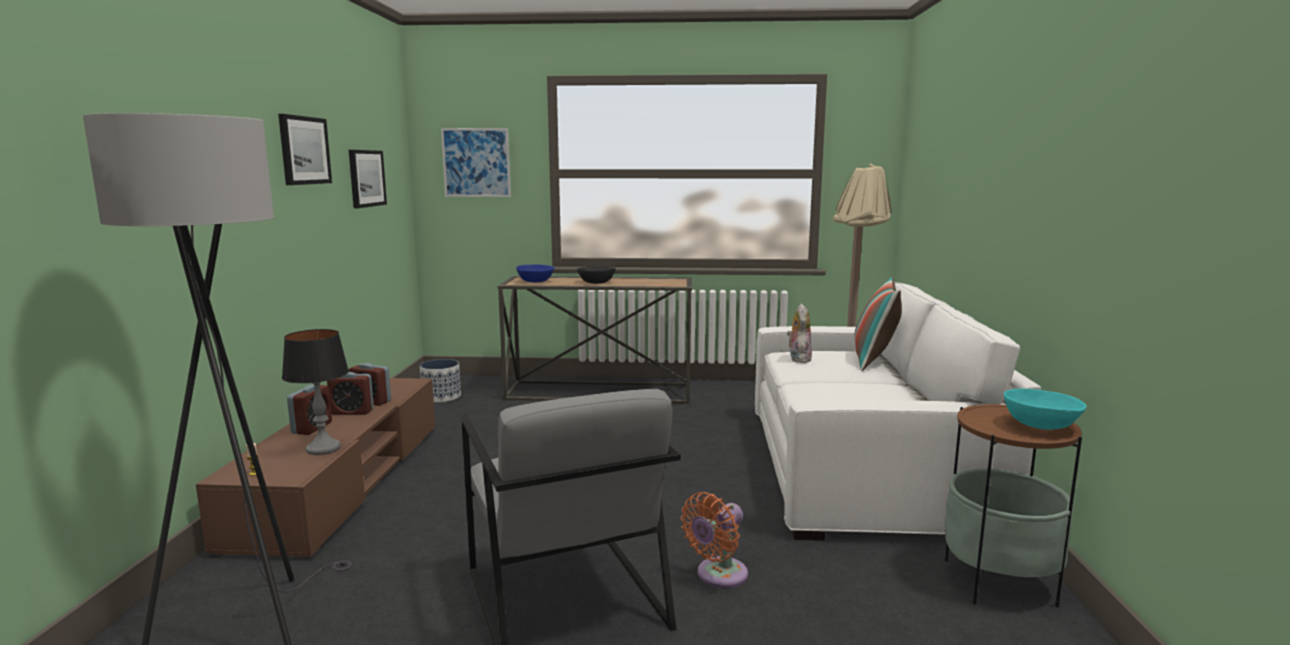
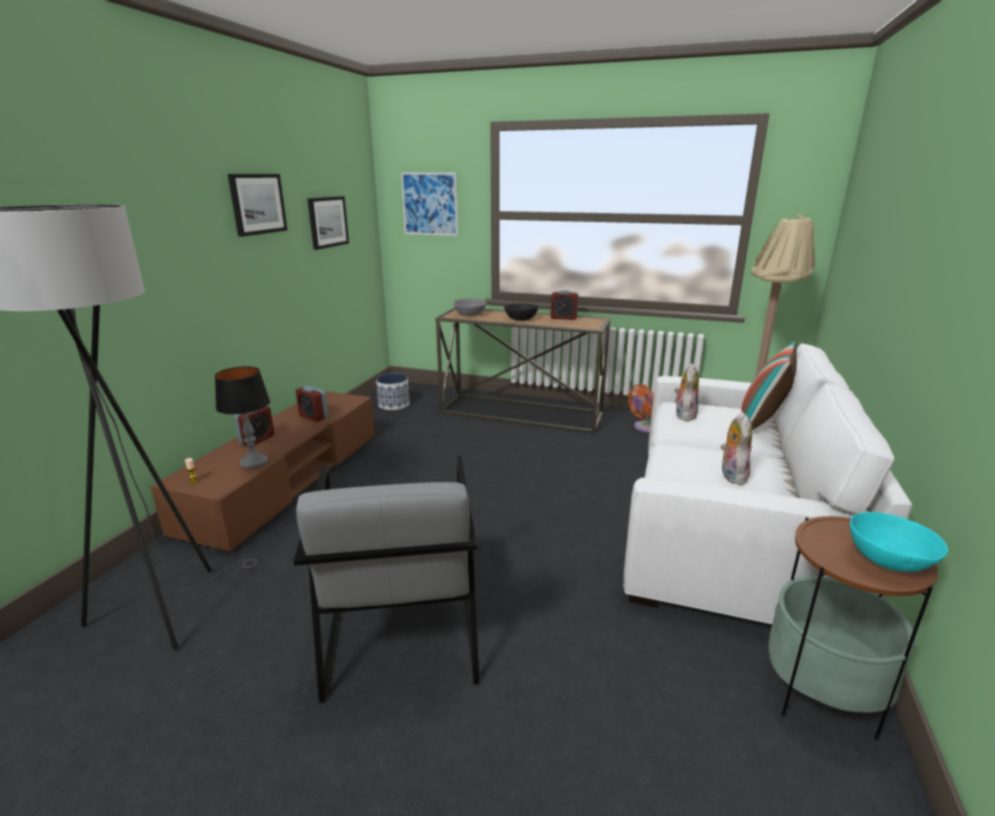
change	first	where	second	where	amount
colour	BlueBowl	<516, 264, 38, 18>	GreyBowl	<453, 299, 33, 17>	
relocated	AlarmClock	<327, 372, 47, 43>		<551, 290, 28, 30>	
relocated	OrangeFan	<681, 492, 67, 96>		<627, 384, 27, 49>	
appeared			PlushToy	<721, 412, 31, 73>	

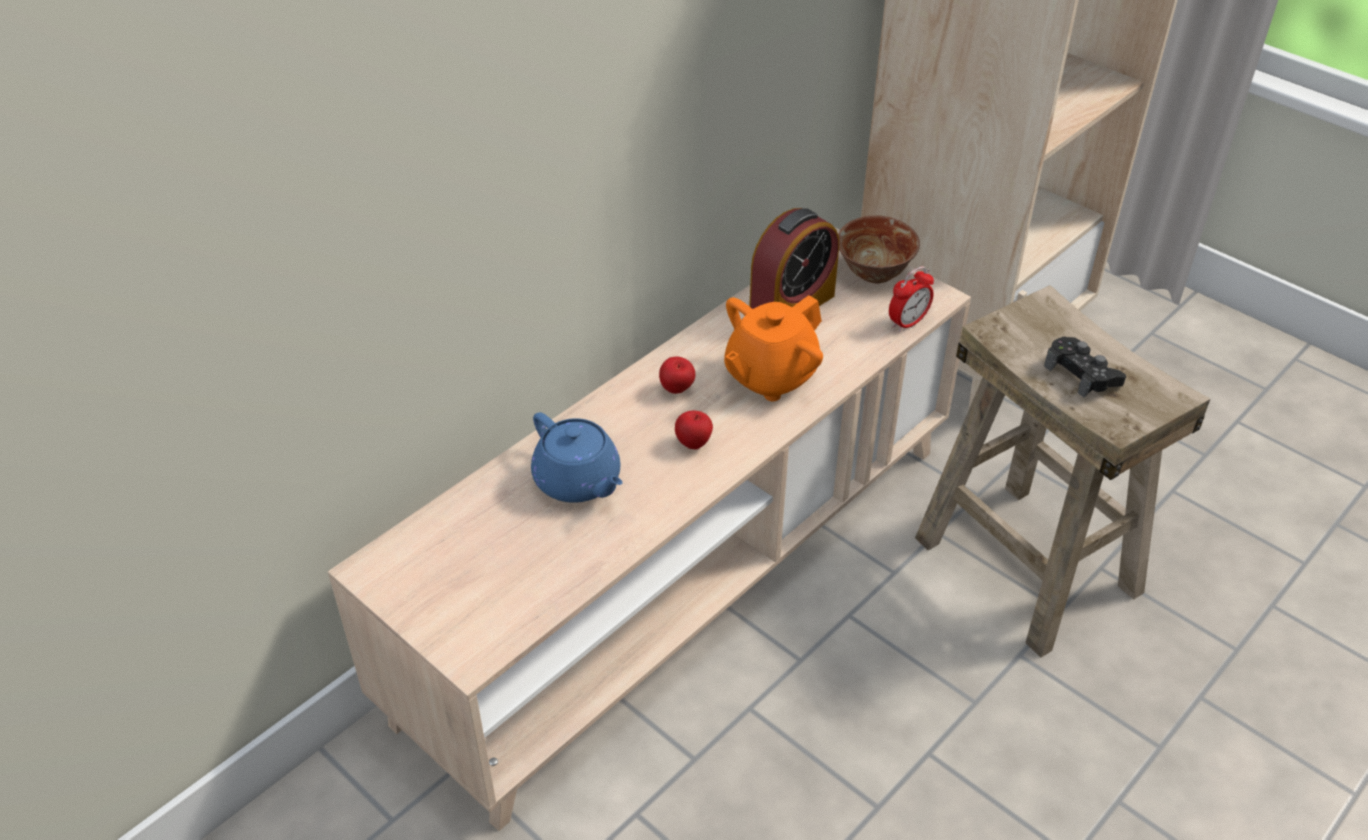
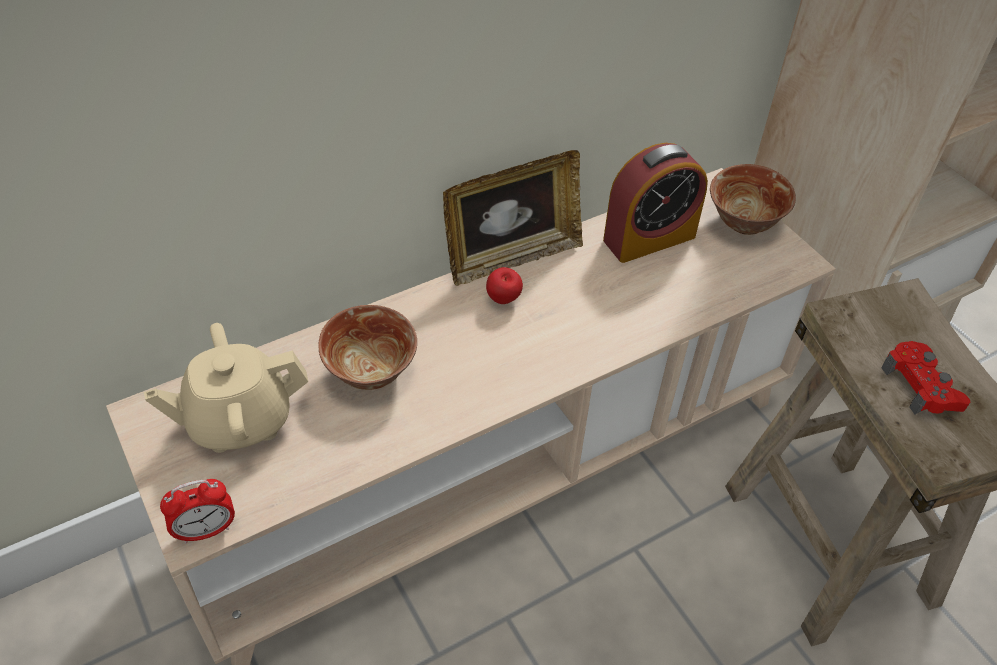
change	first	where	second	where	amount
appeared			BeigeTeapot	<144, 323, 164, 130>	
relocated	AlarmClock	<889, 266, 45, 66>		<160, 479, 75, 64>	
exchanged	BlueTeapot	<531, 412, 92, 91>	Bowl	<319, 305, 98, 85>	
appeared			PictureFrame	<443, 150, 140, 136>	
colour	BlackGameController	<1044, 336, 82, 62>	RedGameController	<881, 341, 89, 74>	
missing	Apple	<675, 411, 38, 38>			
missing	OrangeTeapot	<724, 295, 99, 106>			

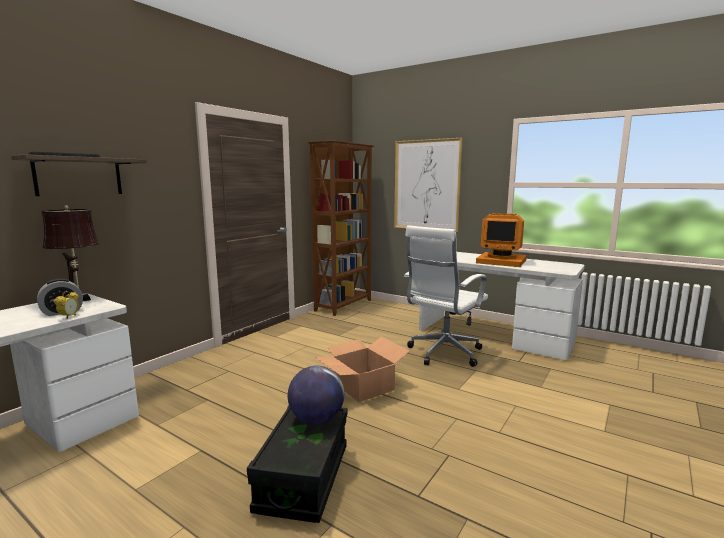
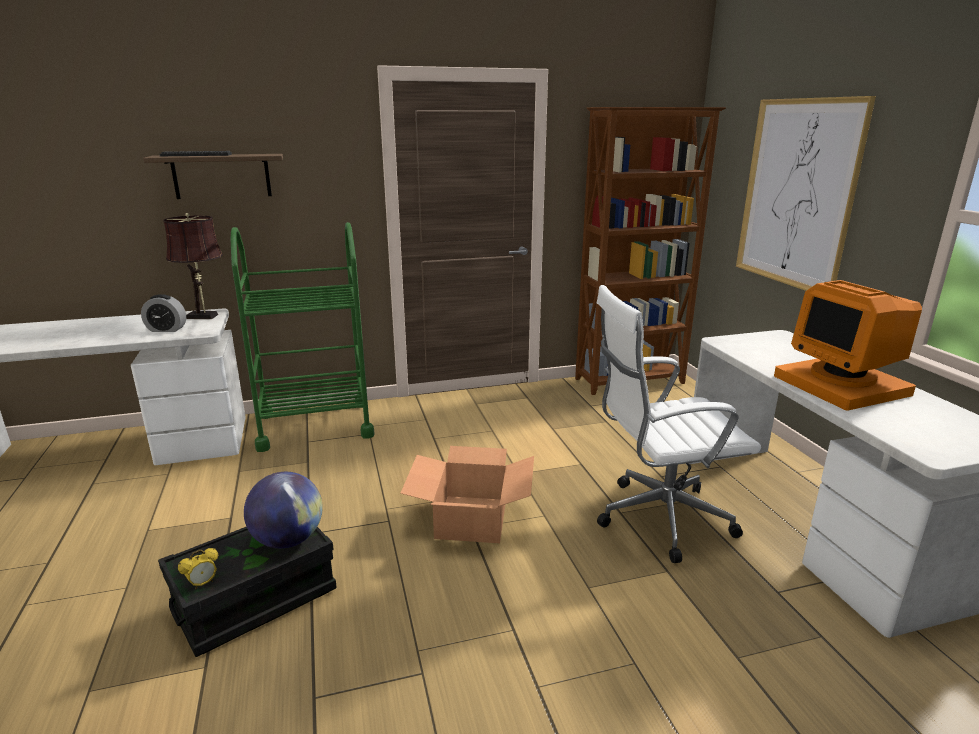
change	first	where	second	where	amount
relocated	AlarmClock	<54, 291, 25, 28>		<178, 548, 40, 41>	
appeared			GreenCart	<231, 222, 144, 230>	

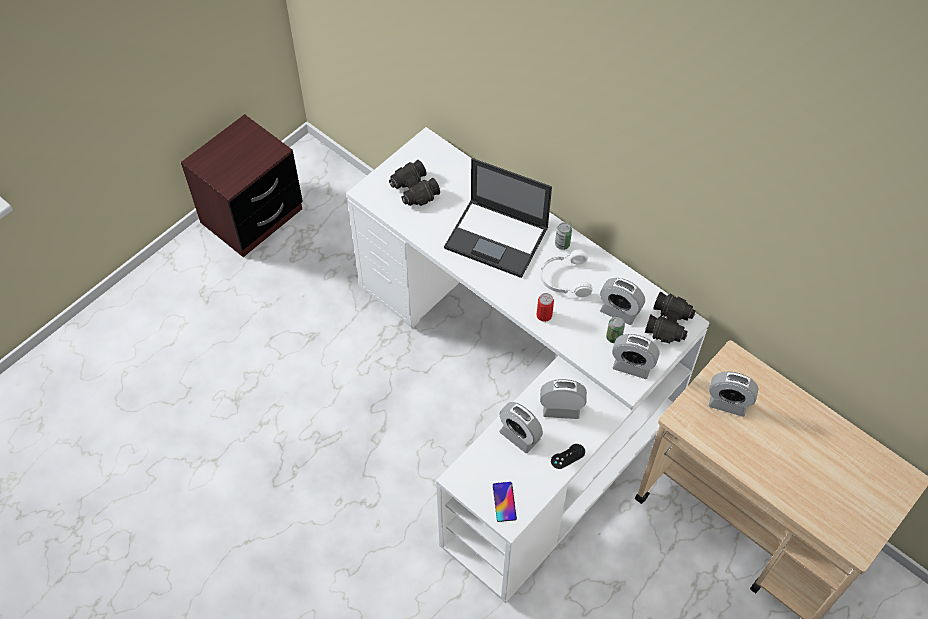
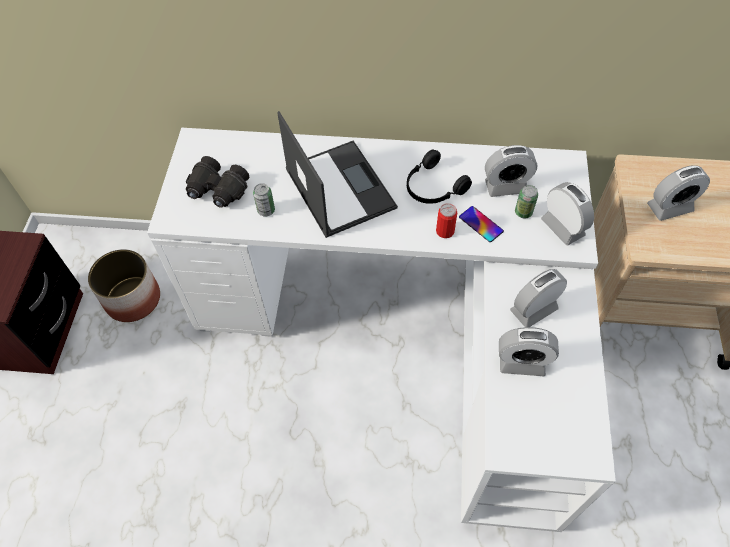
change	first	where	second	where	amount
appeared			Planter	<88, 249, 72, 73>	
relocated	Can	<555, 223, 17, 27>		<253, 183, 22, 34>	
spun	Laptop	<444, 158, 108, 120>		<277, 111, 121, 127>	105 degrees counterclockwise
colour	WhiteHeadphones	<540, 249, 53, 48>	BlackHeadphones	<407, 150, 65, 54>	
relocated	Phone	<493, 482, 24, 40>		<459, 206, 45, 36>	
spun	AlarmClock	<612, 334, 48, 45>		<541, 182, 53, 63>	105 degrees counterclockwise
missing	BlackGameController	<551, 444, 34, 25>			
missing	BlackBinoculars	<645, 292, 51, 51>			

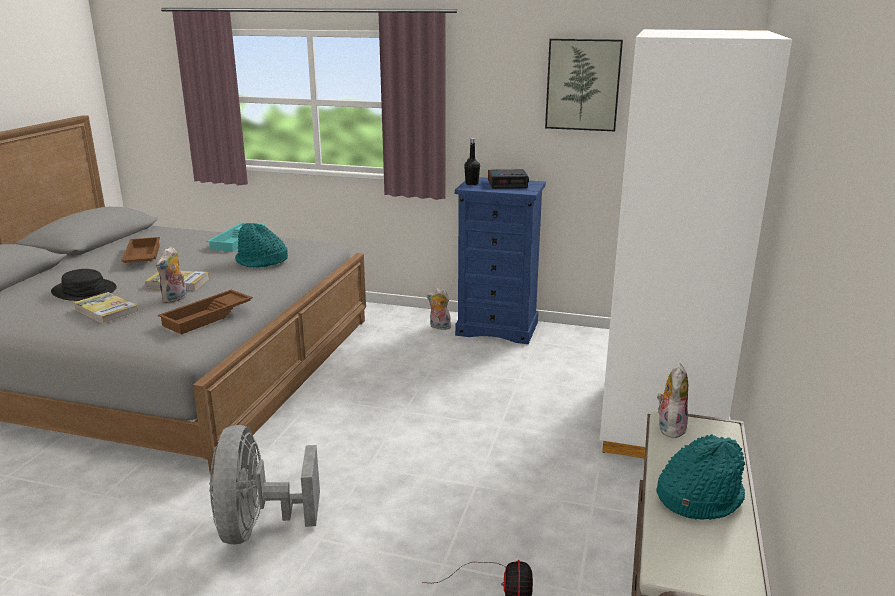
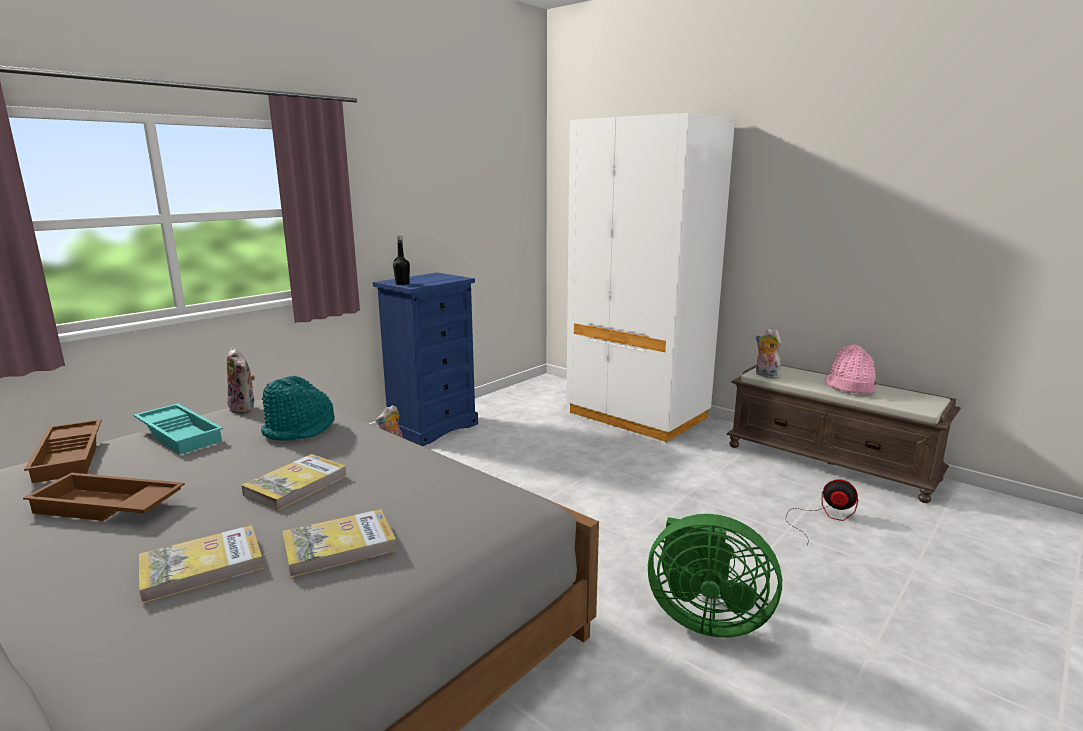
change	first	where	second	where	amount
relocated	BrownTray	<158, 289, 95, 45>		<24, 419, 78, 64>	
exchanged	BlackHat	<51, 269, 66, 32>	Book	<139, 525, 125, 79>	
relocated	PlushToy	<156, 246, 31, 58>		<227, 348, 28, 66>	
colour	GreyFan	<209, 425, 111, 120>	GreenFan	<648, 514, 134, 123>	
colour	TurquoiseHat	<656, 434, 89, 86>	PinkHat	<825, 344, 51, 50>	
missing	AlarmClock	<488, 169, 41, 20>			
missing	Picture	<545, 38, 78, 93>			

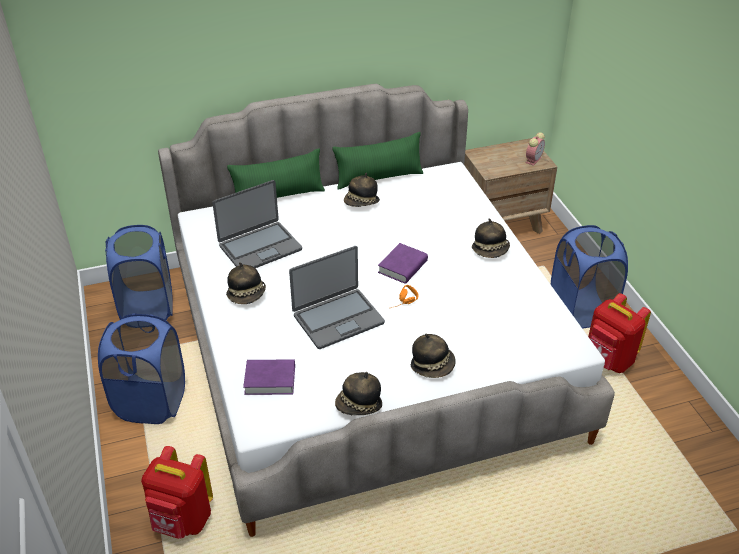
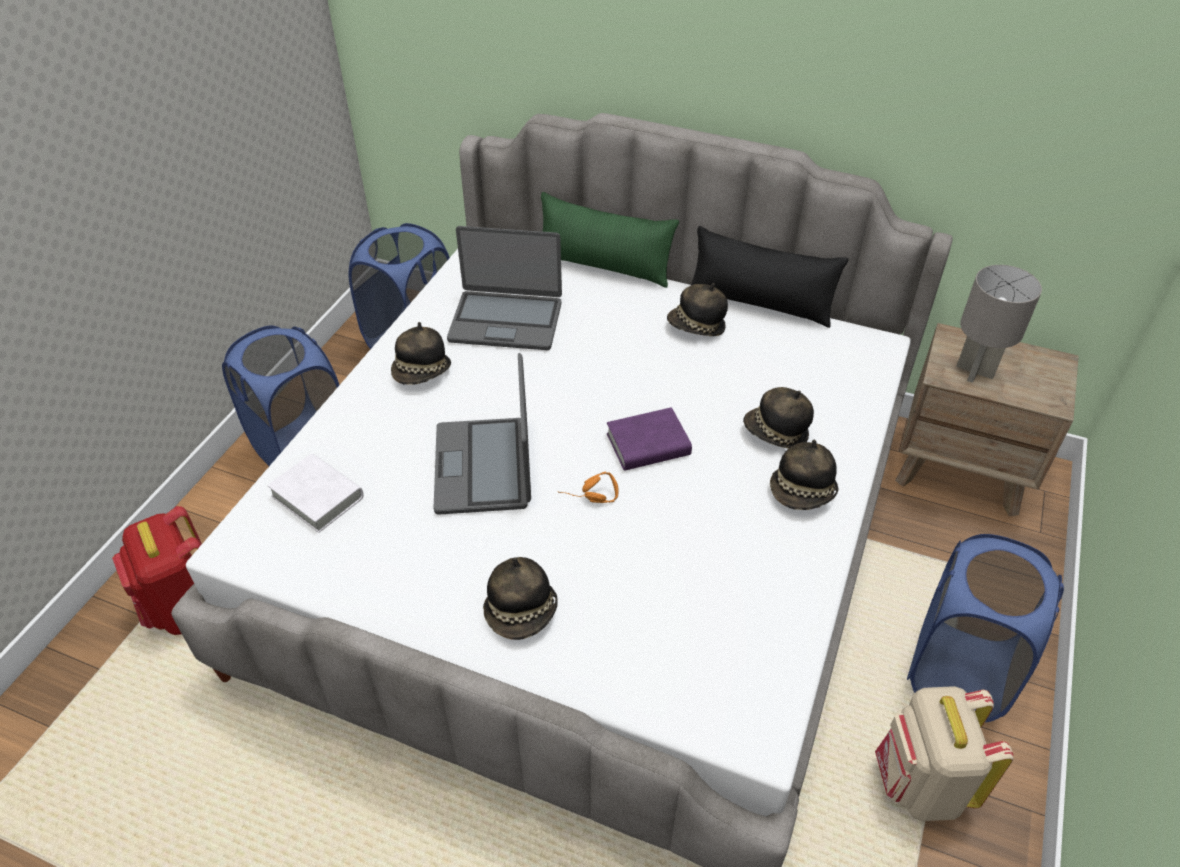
change	first	where	second	where	amount
colour	PurpleBook	<243, 359, 52, 36>	WhiteBook	<267, 454, 97, 79>	
spun	Laptop	<289, 246, 96, 103>		<434, 353, 97, 162>	75 degrees clockwise
colour	GreenPillow	<332, 132, 91, 58>	BlackPillow	<690, 226, 159, 102>	
relocated	Hat	<335, 372, 47, 43>		<743, 387, 71, 62>	
colour	RedBackpack	<588, 293, 63, 80>	BeigeBackpack	<875, 686, 139, 135>	
appeared			GreyTableLamp	<956, 265, 86, 118>	
missing	AlarmClock	<526, 132, 19, 34>			

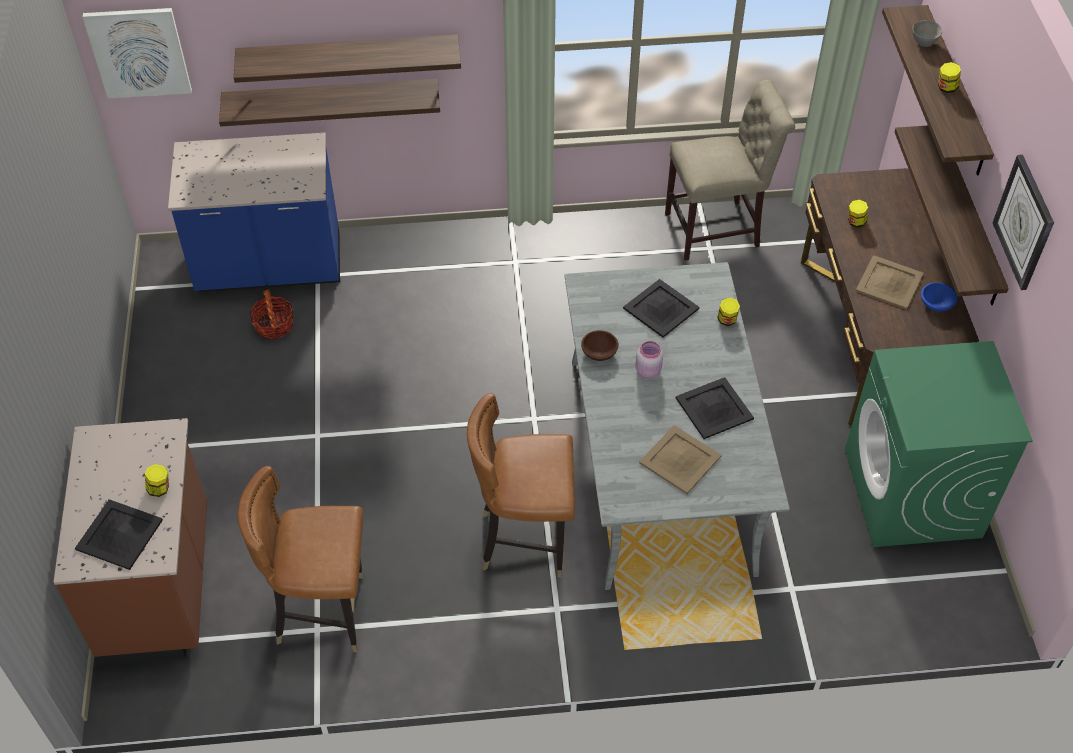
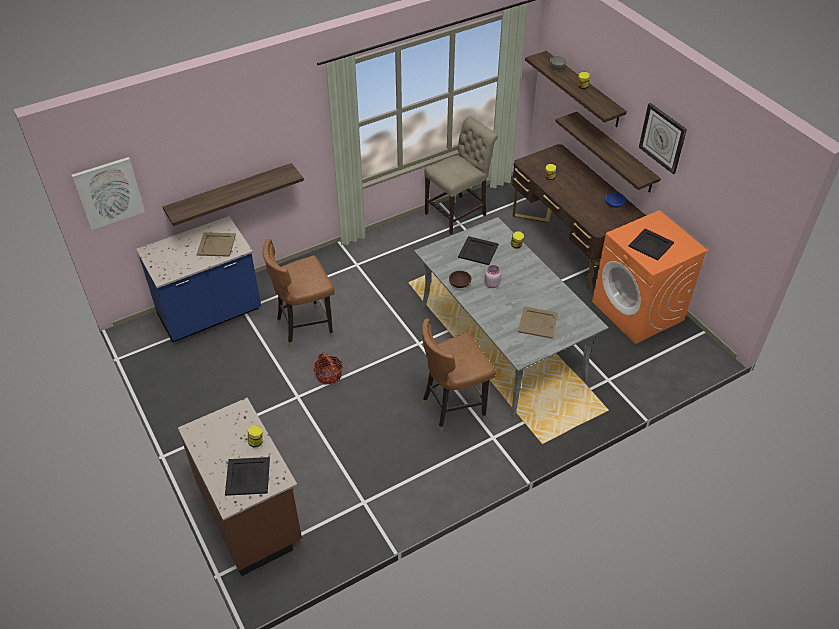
change	first	where	second	where	amount
relocated	BeigeTray	<856, 255, 68, 55>		<197, 232, 39, 25>	
relocated	BrownChair	<238, 466, 125, 186>		<263, 239, 72, 110>	
relocated	Basket	<249, 289, 45, 51>		<314, 352, 29, 33>	
colour	GreenWashingMachine	<845, 341, 188, 206>	OrangeWashingMachine	<592, 210, 116, 134>	
relocated	BlackTray	<676, 377, 78, 62>		<629, 228, 45, 33>	
missing	Shelf	<234, 35, 227, 48>			

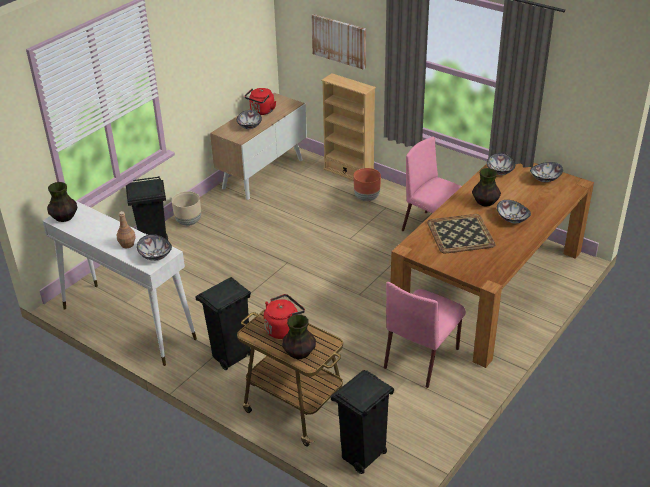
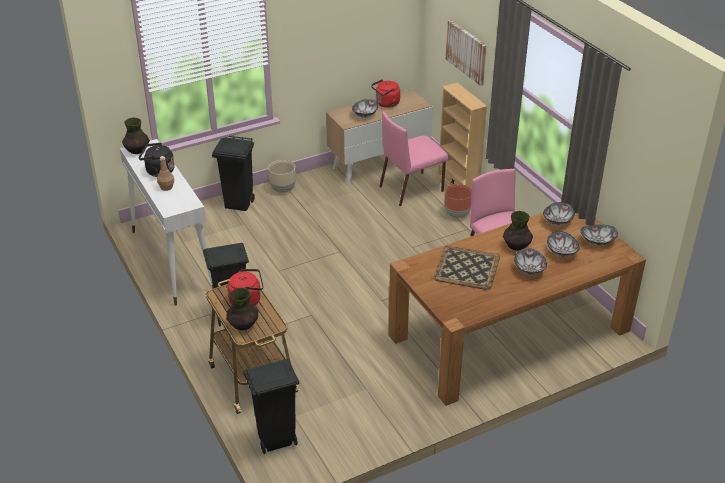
change	first	where	second	where	amount
appeared			BlackKettle	<139, 143, 36, 34>	
relocated	PinkChair	<384, 282, 82, 106>		<379, 111, 69, 95>	
relocated	Bowl	<137, 234, 35, 27>		<547, 231, 33, 26>	

